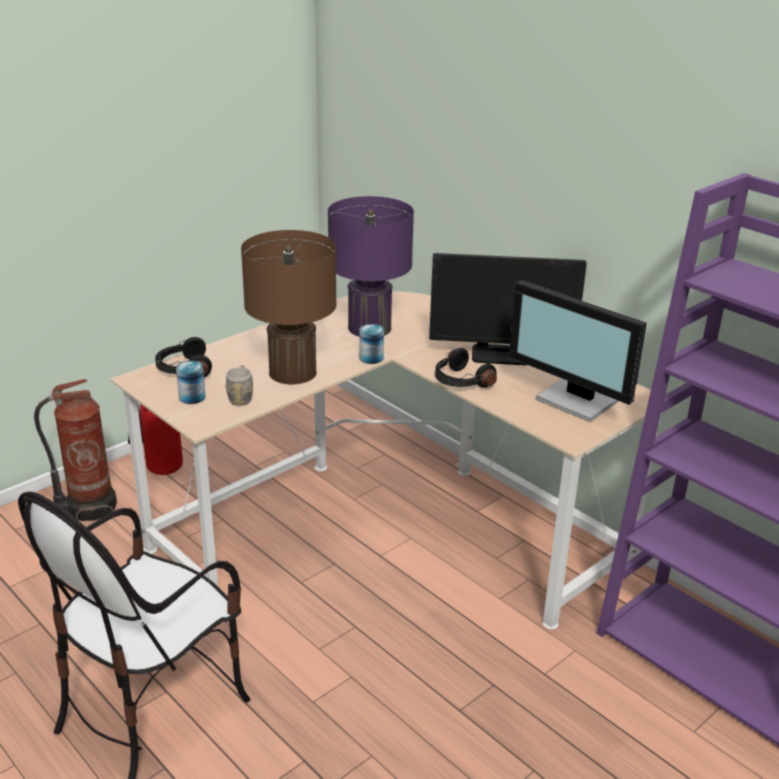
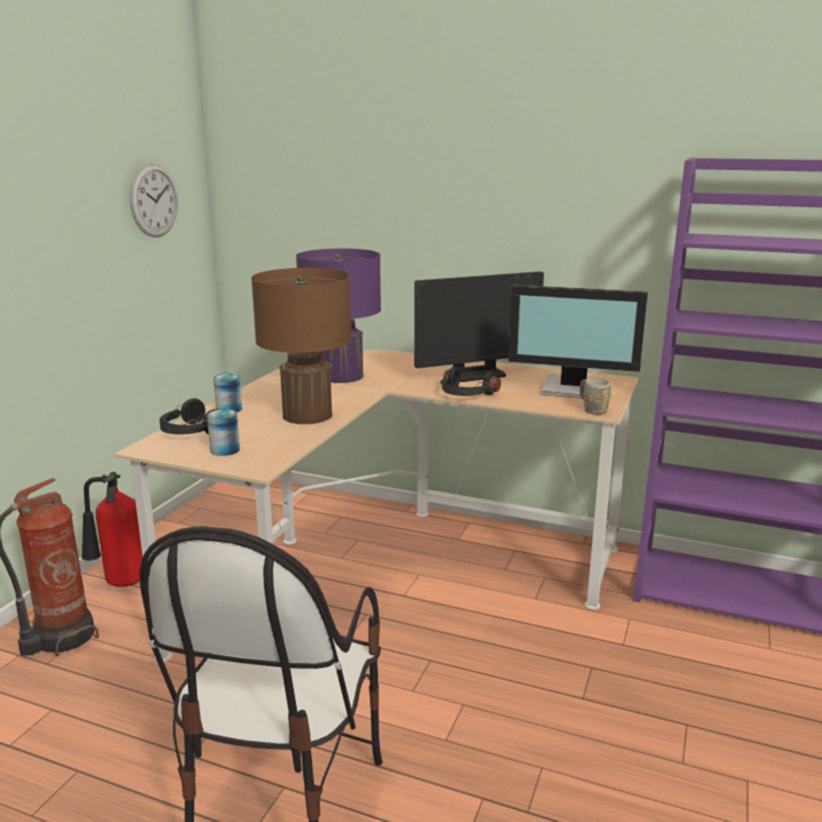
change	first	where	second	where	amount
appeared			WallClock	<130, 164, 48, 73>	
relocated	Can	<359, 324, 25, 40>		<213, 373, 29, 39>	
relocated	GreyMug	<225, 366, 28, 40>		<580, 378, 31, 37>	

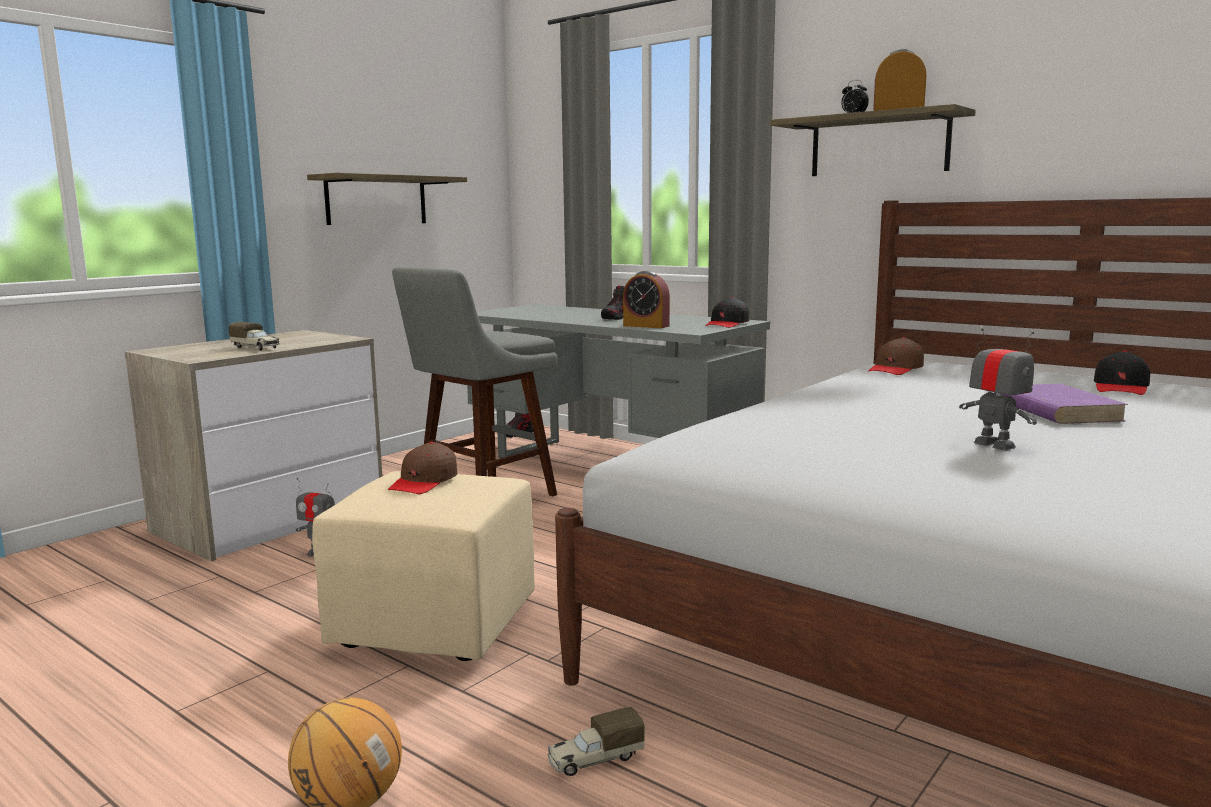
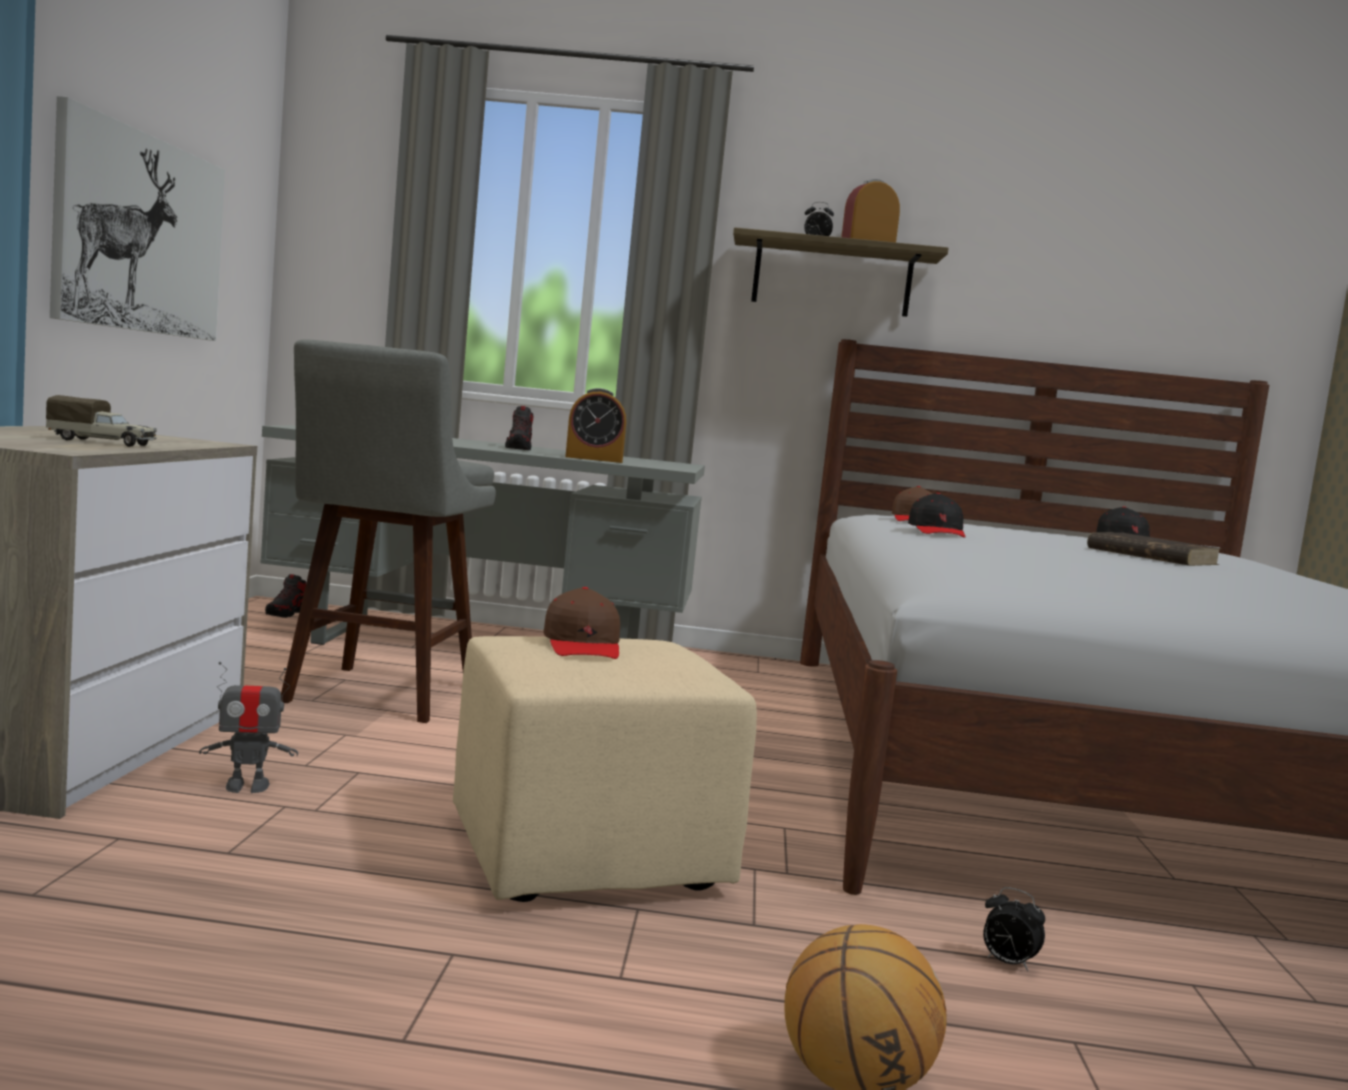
change	first	where	second	where	amount
exchanged	Shelf	<307, 173, 160, 52>	Picture	<50, 96, 175, 245>	
relocated	BlackCap	<705, 297, 44, 31>		<908, 493, 58, 45>	
exchanged	ToyTruck	<548, 707, 97, 69>	AlarmClock	<983, 887, 62, 84>	
colour	PurpleBook	<994, 384, 134, 40>	BrownBook	<1087, 532, 134, 34>	
missing	ToyRobot	<959, 328, 78, 122>			

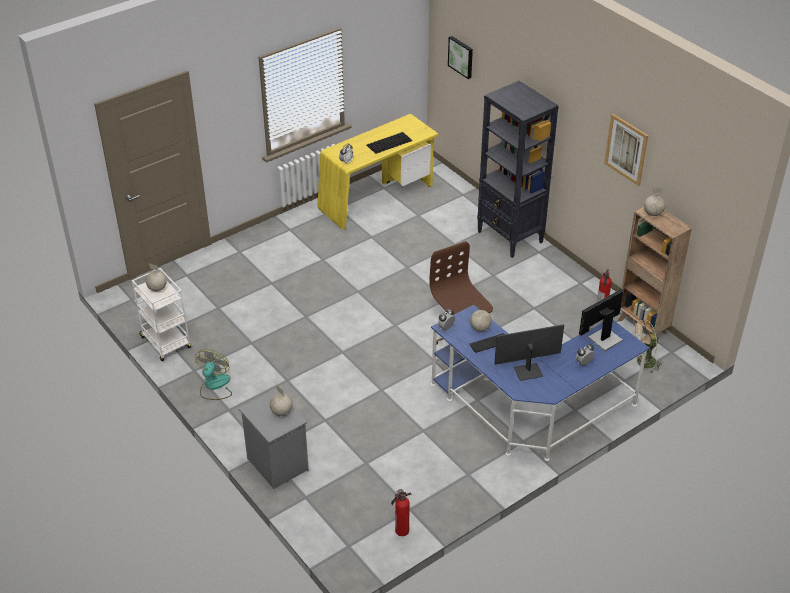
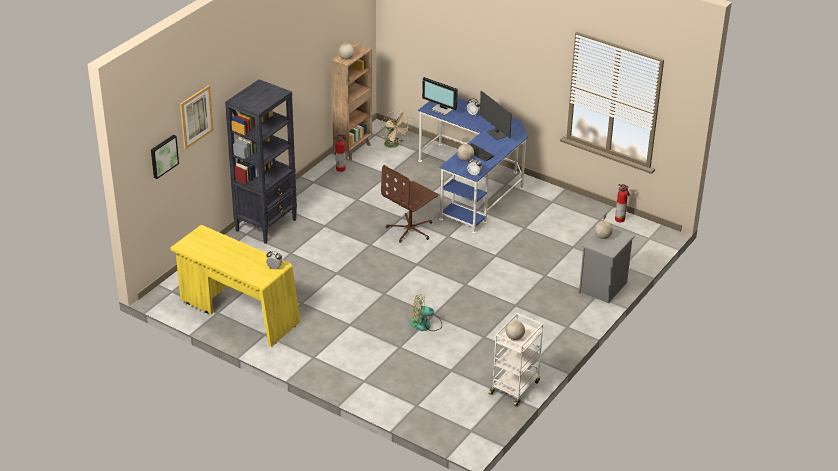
change	first	where	second	where	amount
relocated	Picture	<604, 114, 44, 72>		<180, 85, 33, 64>	
relocated	Fan	<195, 349, 37, 51>		<410, 295, 32, 36>	
missing	Keyboard	<367, 132, 46, 22>			

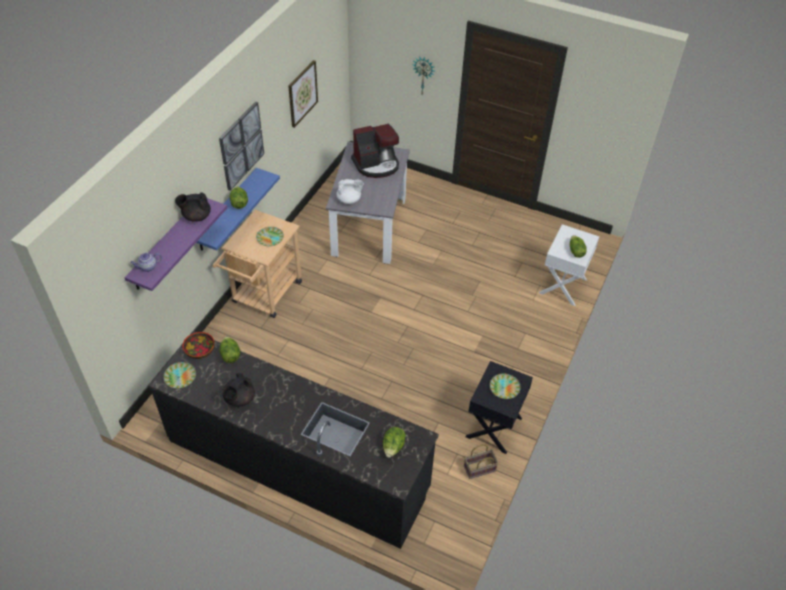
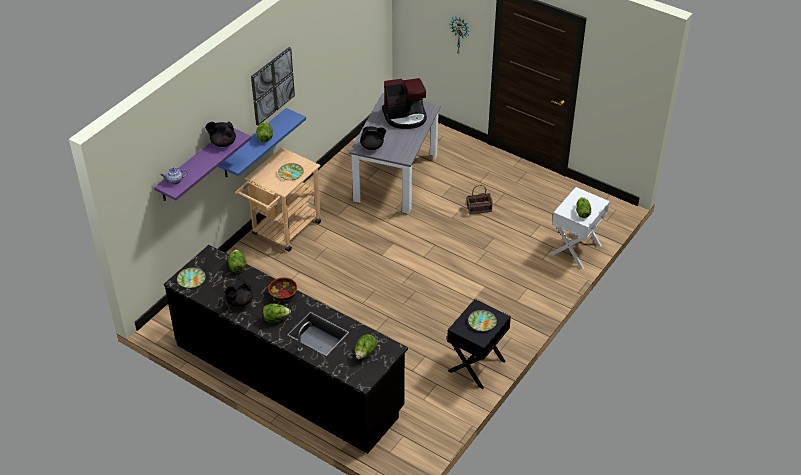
change	first	where	second	where	amount
appeared			Lettuce	<263, 303, 28, 20>	
relocated	Bowl	<183, 332, 32, 27>		<268, 277, 29, 24>	
colour	WhiteTeapot	<336, 179, 28, 25>	BlackTeapot	<360, 126, 26, 24>	
relocated	Basket	<464, 444, 34, 35>		<467, 185, 26, 29>	
missing	Picture	<288, 60, 30, 68>			

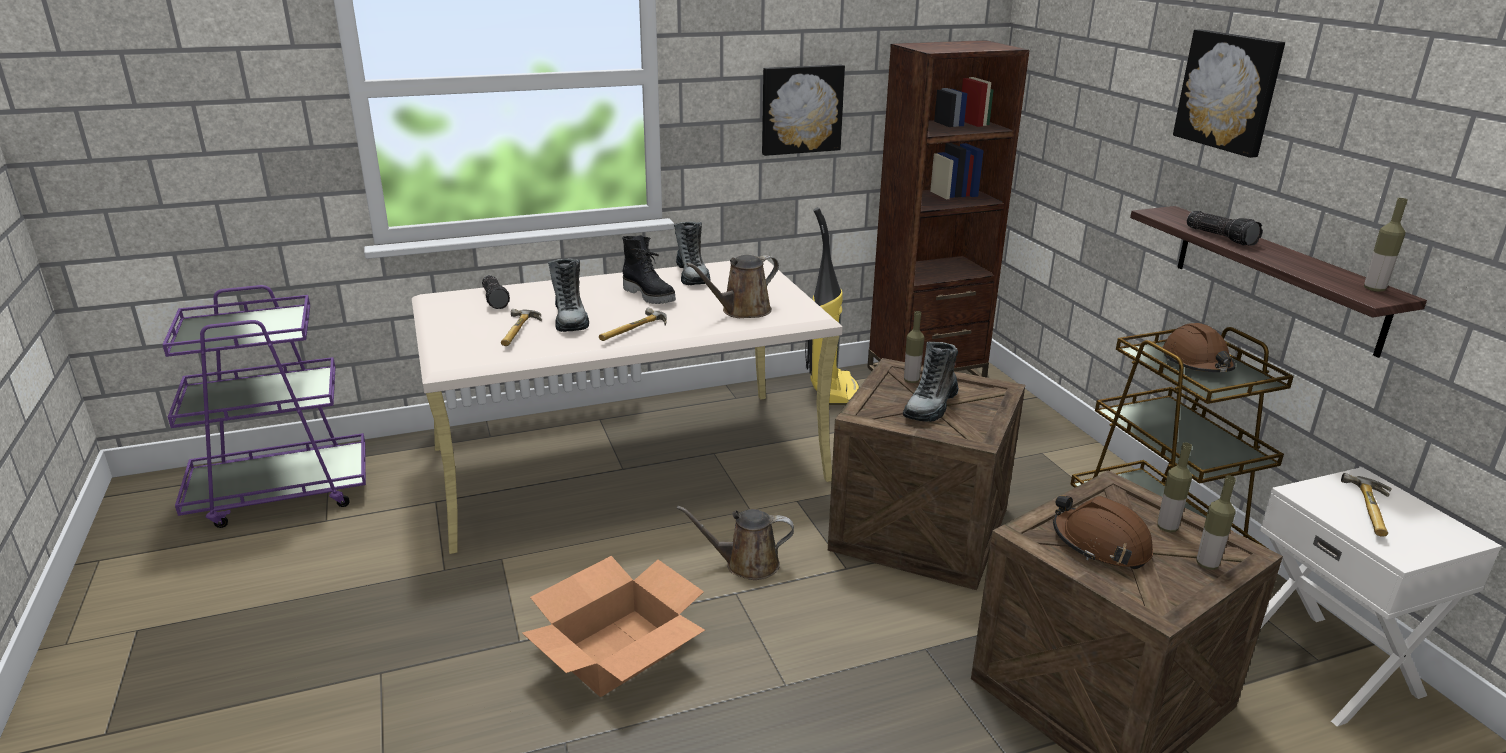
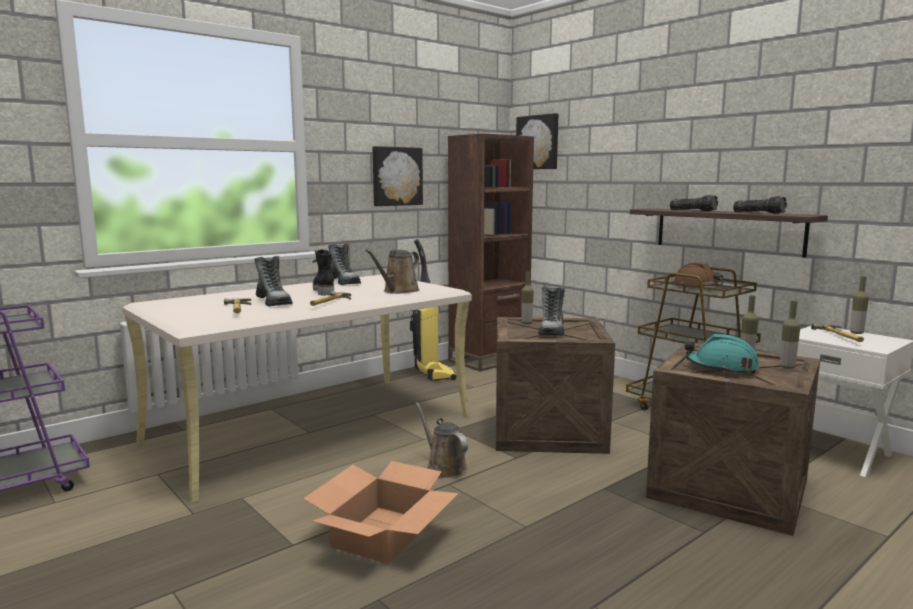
change	first	where	second	where	amount
spun	BlackBoot	<622, 235, 54, 69>		<312, 249, 22, 47>	135 degrees counterclockwise
spun	BrownWateringCan	<677, 505, 117, 75>		<415, 402, 53, 76>	75 degrees clockwise
relocated	Picture	<1173, 29, 112, 129>		<516, 113, 42, 56>	
colour	BrownHardHat	<1053, 495, 100, 74>	TurquoiseHardHat	<685, 334, 74, 40>	
relocated	Flashlight	<482, 275, 28, 34>		<733, 196, 54, 18>	
relocated	Bottle	<1364, 198, 44, 94>		<850, 276, 19, 58>	

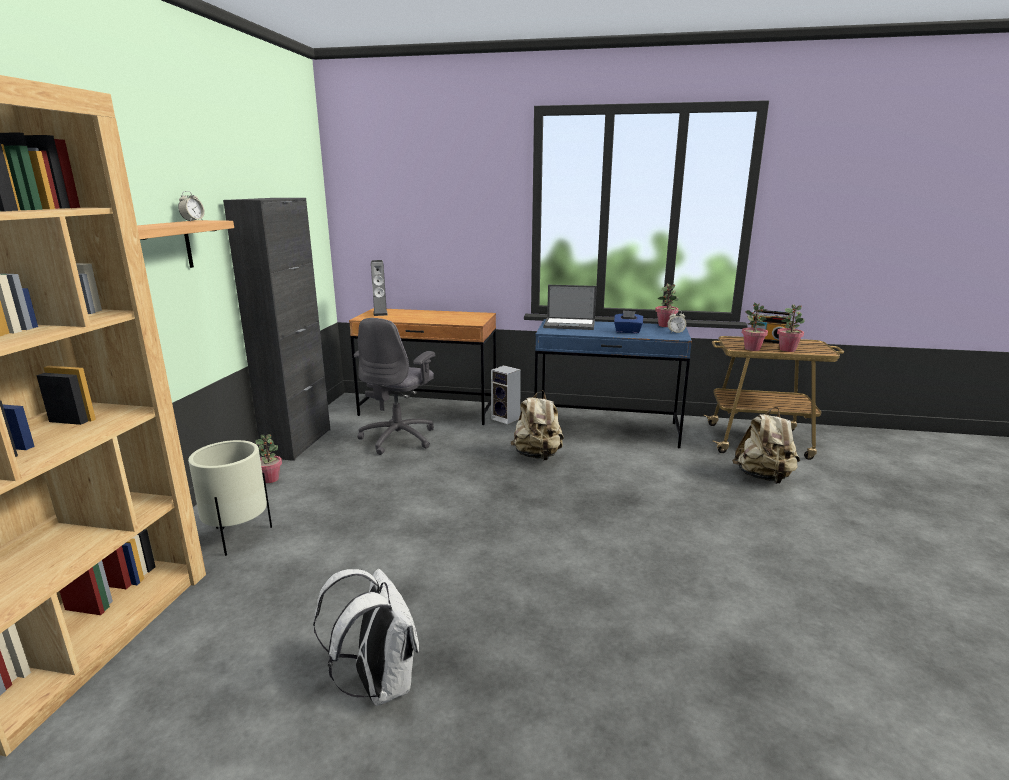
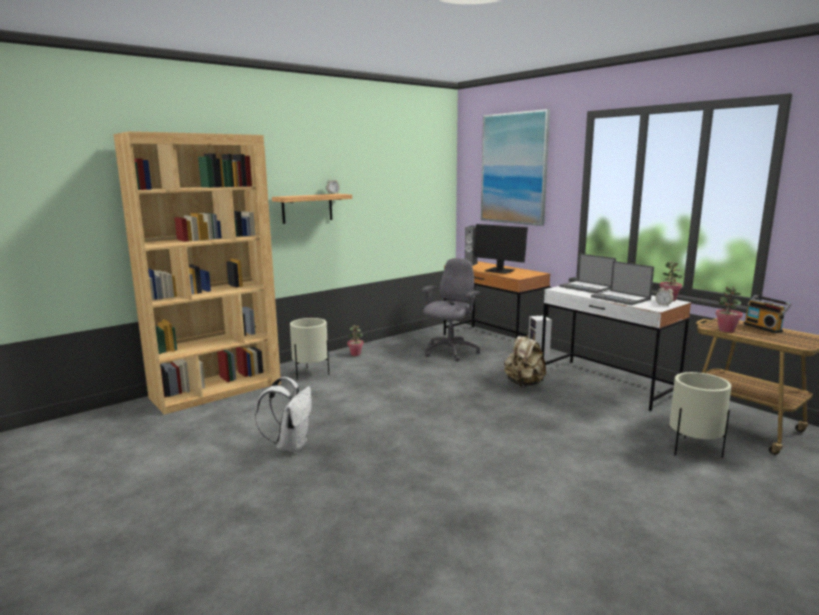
change	first	where	second	where	amount
spun	GreyOfficeChair	<354, 318, 81, 137>		<422, 258, 58, 104>	150 degrees clockwise
appeared			Monitor	<474, 224, 54, 50>	
appeared			Picture	<481, 109, 69, 117>	
colour	BlueDesk	<534, 319, 158, 129>	WhiteDesk	<542, 286, 149, 125>	
exchanged	BlueTissueBox	<614, 310, 29, 23>	Laptop	<591, 261, 63, 44>	
exchanged	BeigeBackpack	<732, 407, 68, 77>	BeigePlanter	<670, 372, 62, 86>	
missing	BlackCabinet	<223, 198, 107, 263>			
missing	PottedPlant	<777, 305, 28, 47>			

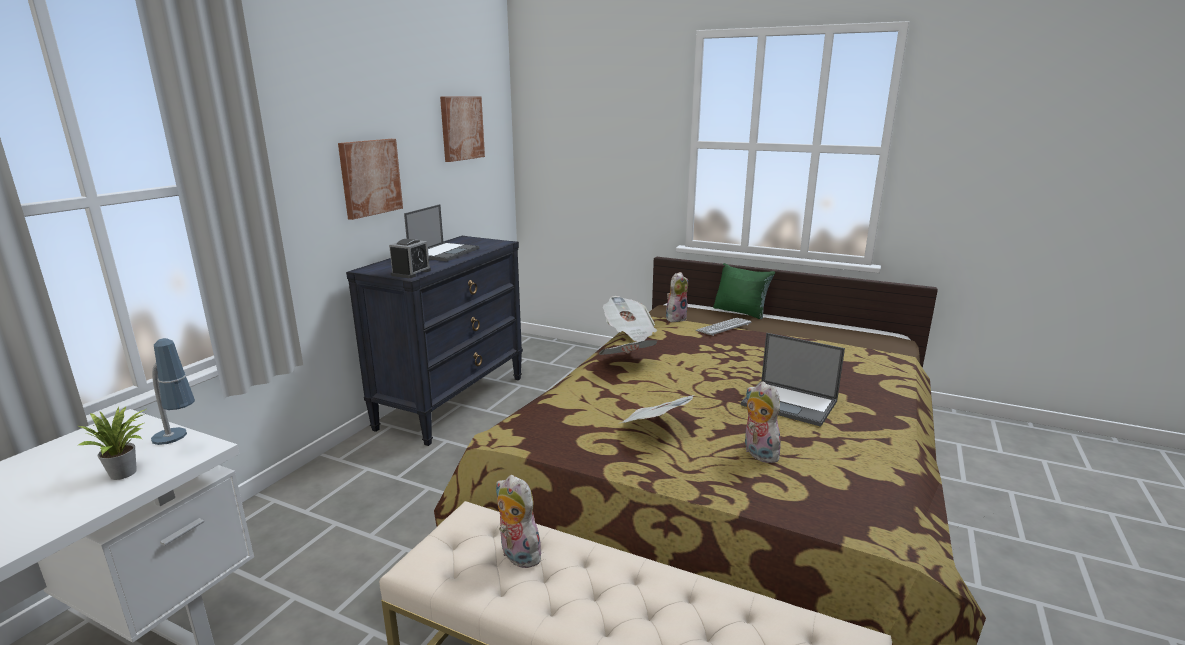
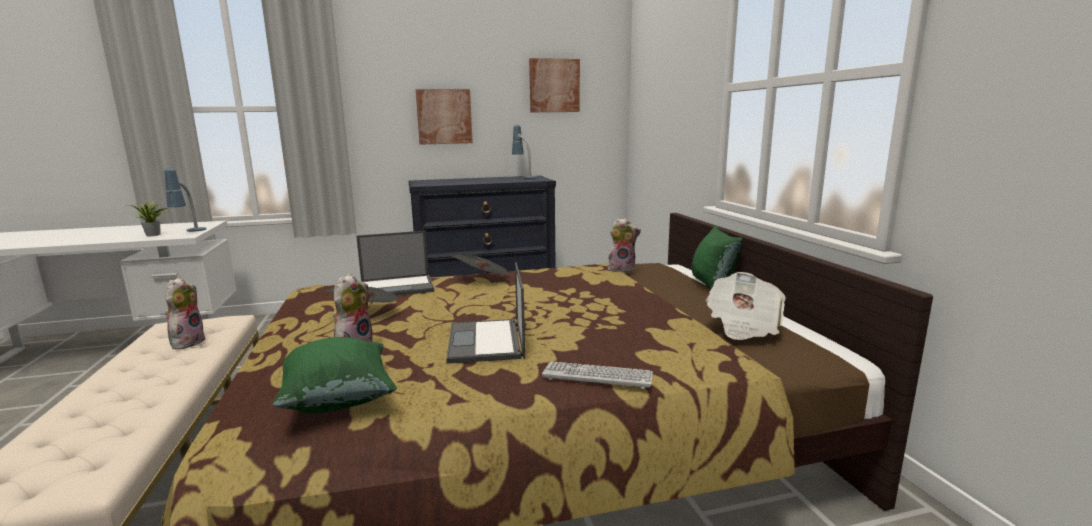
change	first	where	second	where	amount
appeared			GreenPillow	<273, 337, 124, 76>	
relocated	Laptop	<404, 204, 75, 57>		<356, 231, 78, 65>	
appeared			TableLamp	<512, 125, 25, 54>	
relocated	Keyboard	<696, 318, 55, 18>		<542, 361, 111, 28>	
relocated	Newspaper	<603, 296, 54, 46>		<706, 272, 80, 68>	
missing	AlarmClock	<389, 239, 42, 39>			

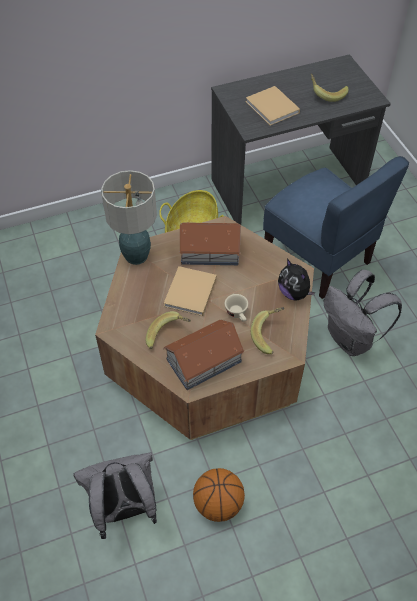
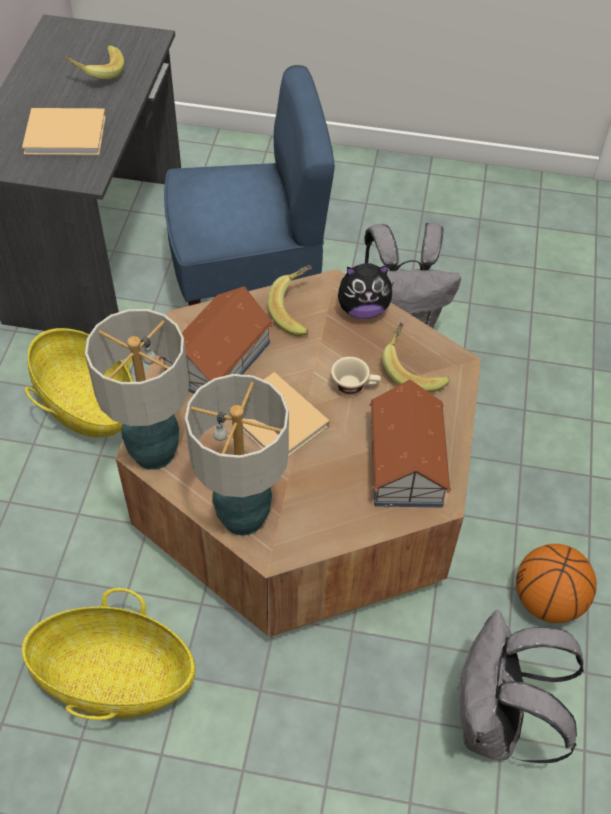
change	first	where	second	where	amount
appeared			Basket	<22, 588, 174, 132>	
appeared			TableLamp	<185, 374, 104, 162>	
relocated	Banana	<146, 311, 45, 38>		<268, 265, 44, 71>	

